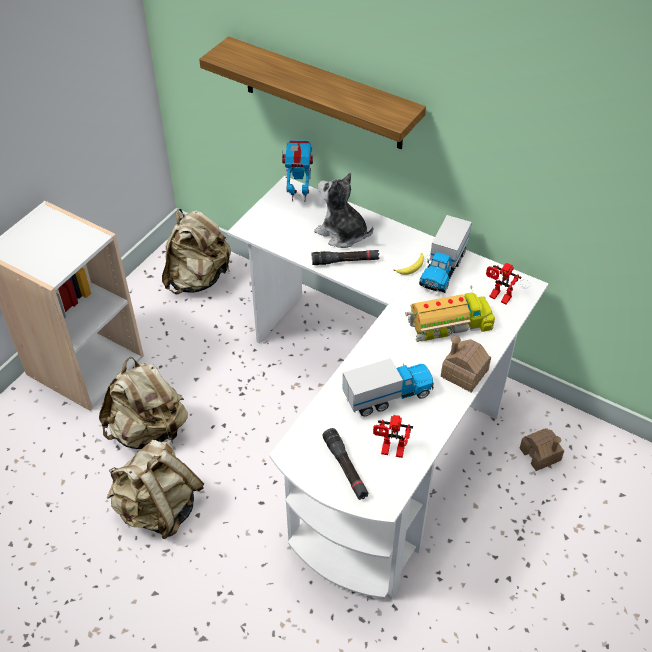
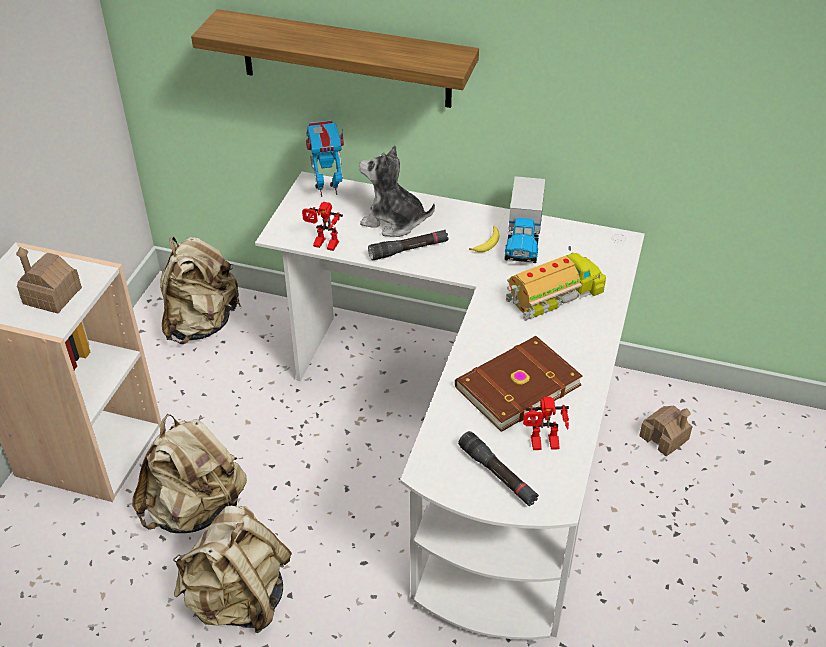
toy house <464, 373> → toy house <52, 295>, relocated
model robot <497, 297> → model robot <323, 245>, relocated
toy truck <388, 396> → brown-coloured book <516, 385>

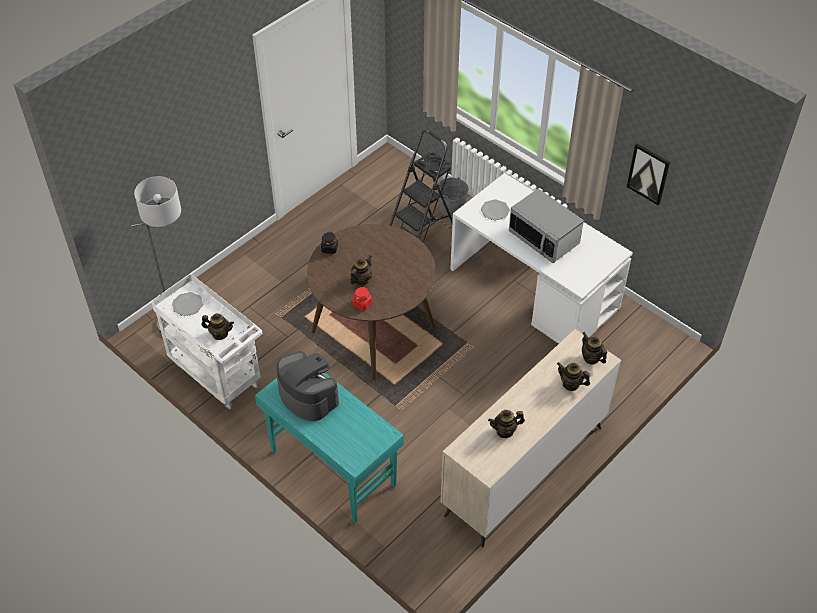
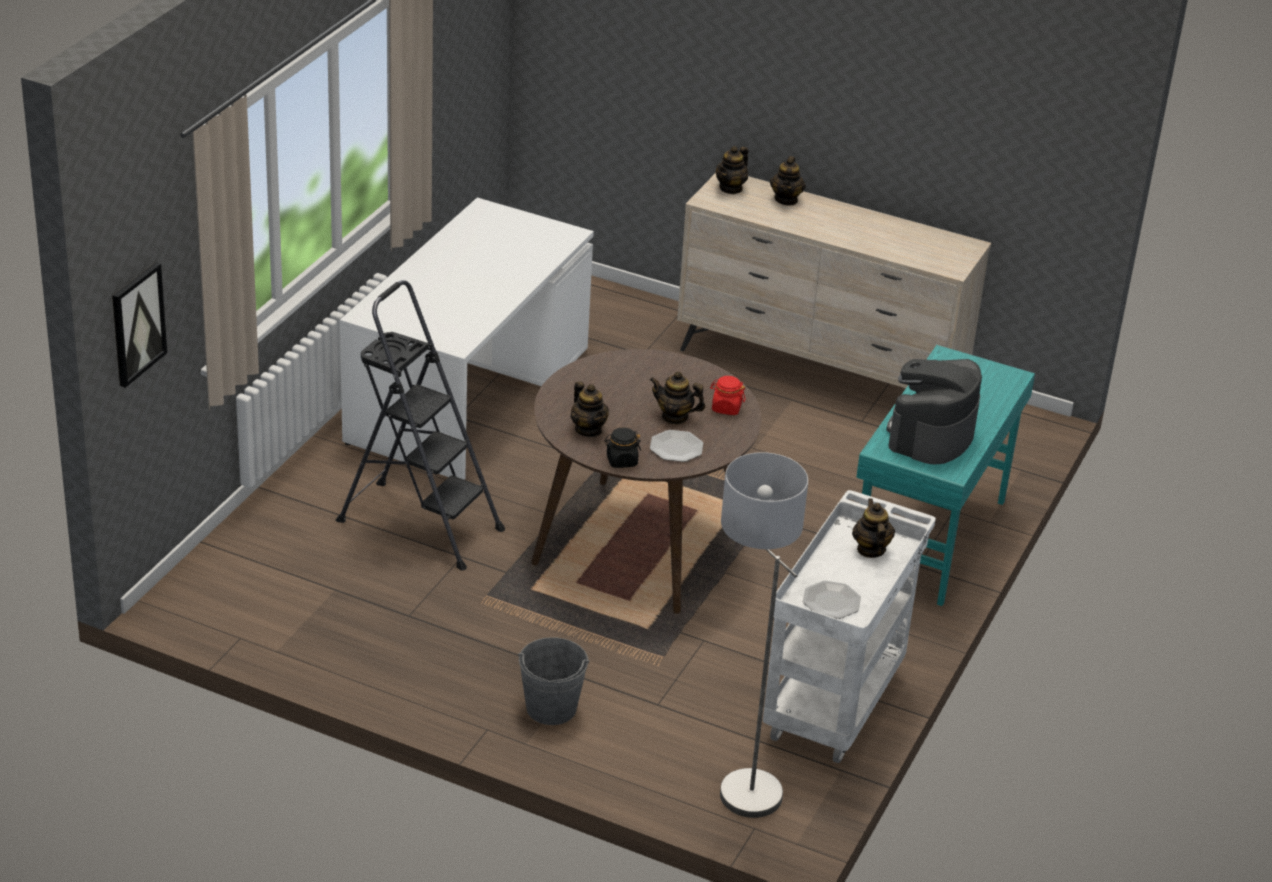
microwave oven <544, 238> → -
grey bucket <451, 210> → grey bucket <551, 708>, relocated
flat dish <495, 210> → flat dish <676, 447>, relocated
pot for tea <505, 431> → pot for tea <588, 429>, relocated
wall picture <648, 173> → wall picture <137, 324>, relocated

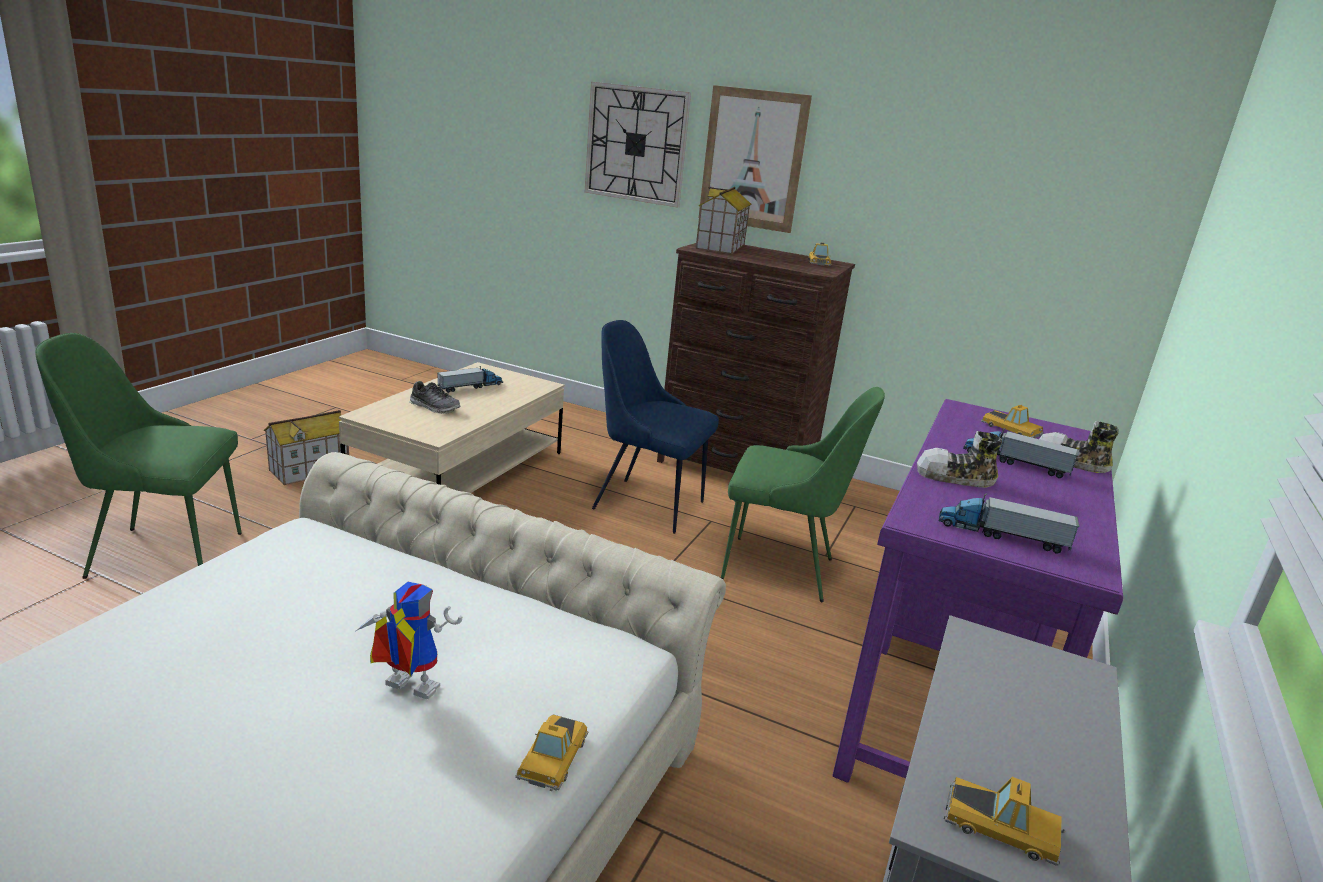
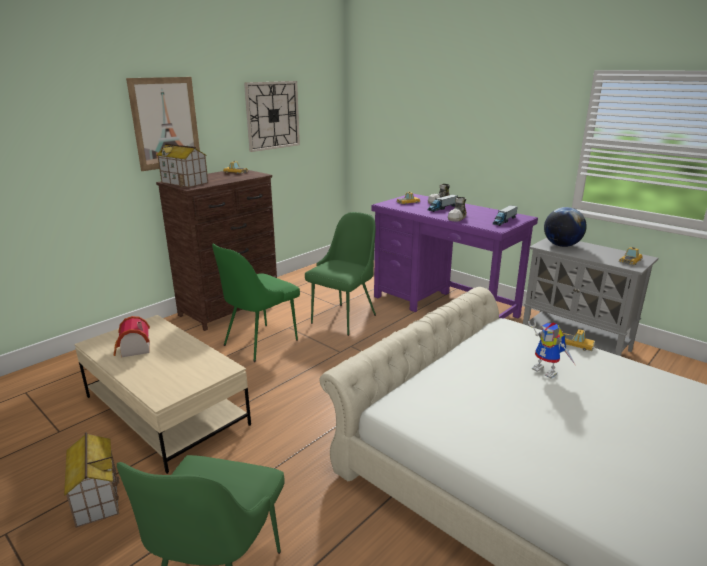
shoe <434, 407> → -
- → desk globe <561, 245>
hanging clock <636, 144> → hanging clock <272, 115>, relocated
toy truck <470, 387> → toy house <133, 349>
blue-coloured plain chair <647, 505> → greenish plain chair <260, 343>
model robot <404, 690> → model robot <548, 371>, 75 degrees counterclockwise

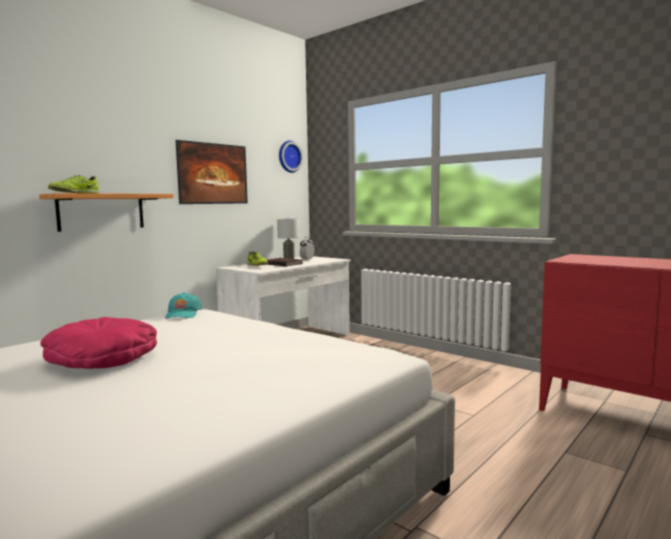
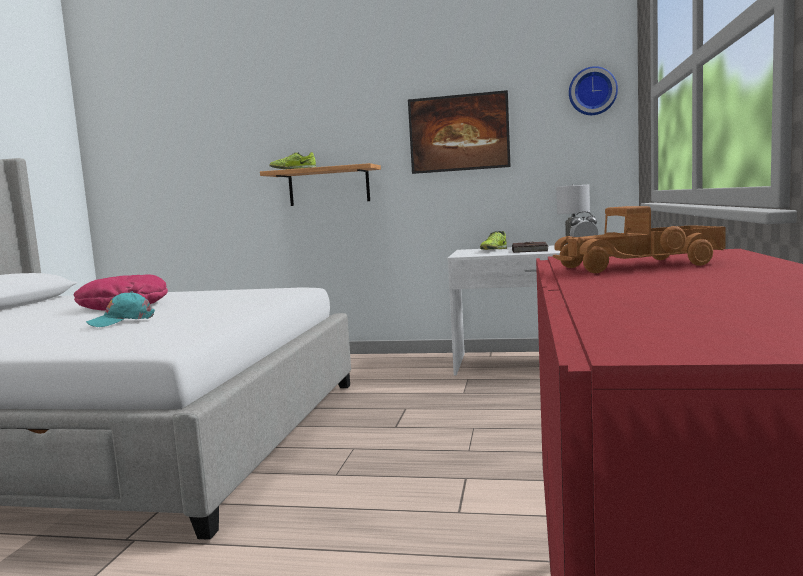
- → toy truck <639, 266>
turquoise-coloured peaked cap <183, 314> → turquoise-coloured peaked cap <122, 321>, relocated

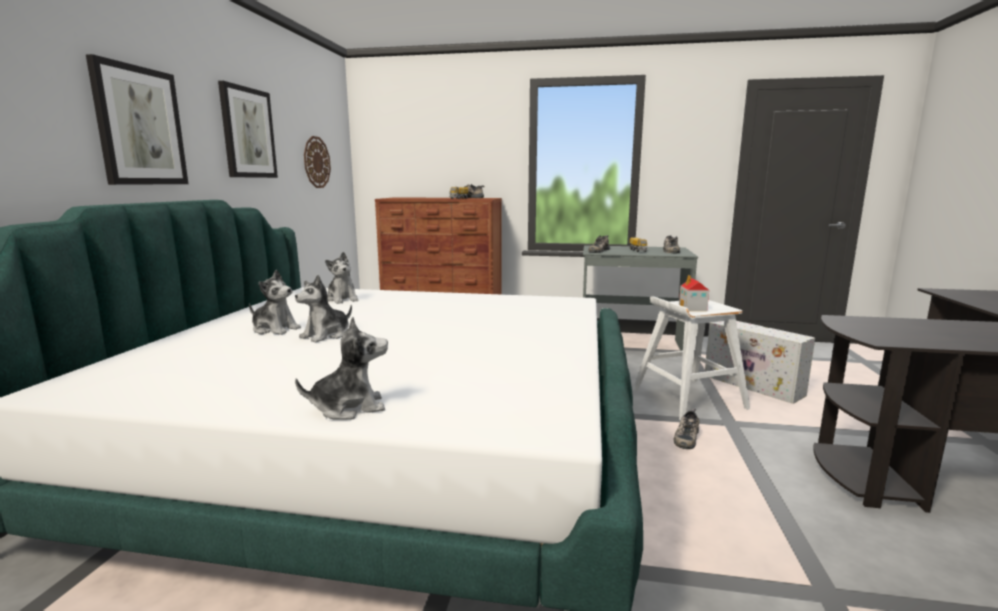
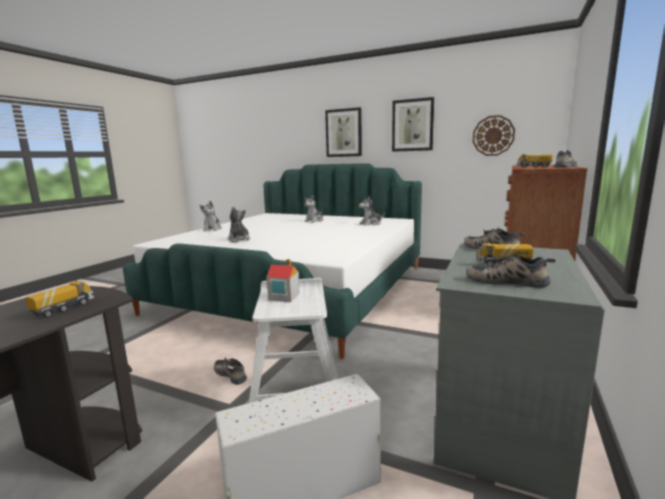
- → toy truck <64, 309>
soft toy <326, 335> → soft toy <239, 240>, relocated

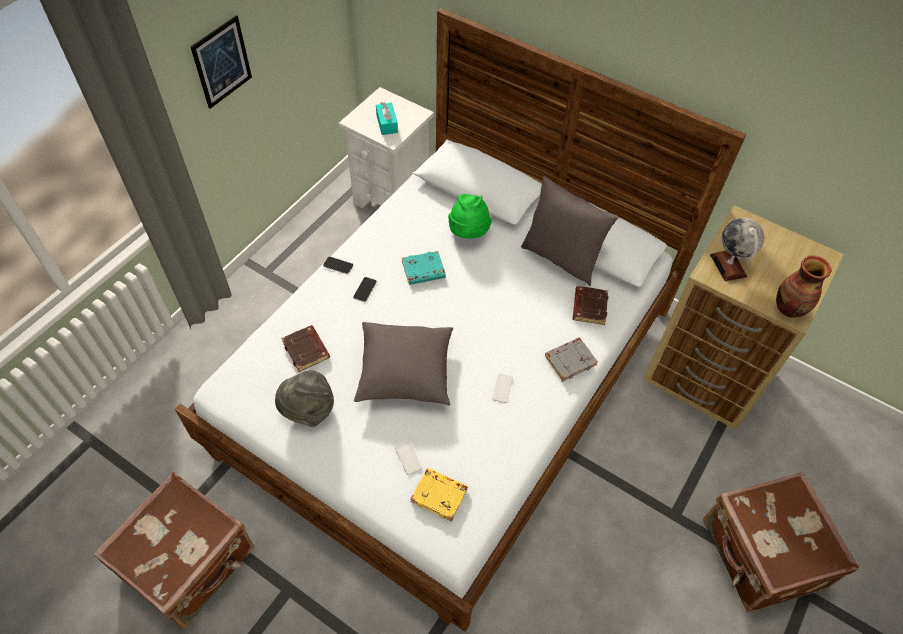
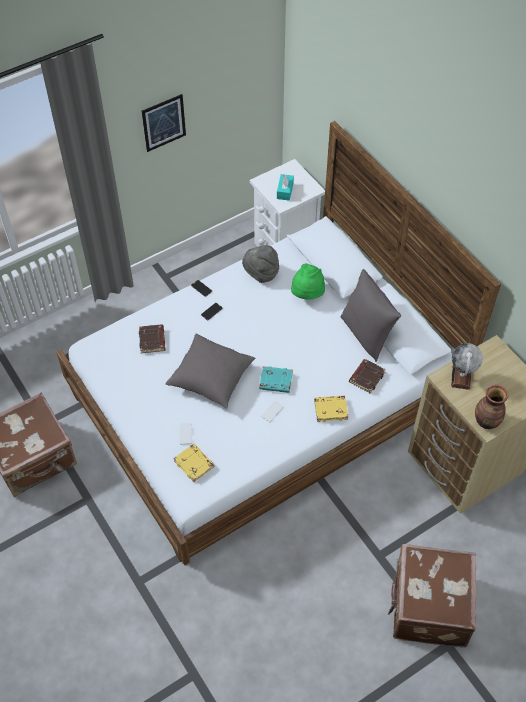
grey hat <308, 410> → grey hat <261, 273>, relocated
turquoise-coloured book <423, 271> → turquoise-coloured book <275, 381>, relocated
grey book <570, 360> → yellow-coloured book <331, 409>

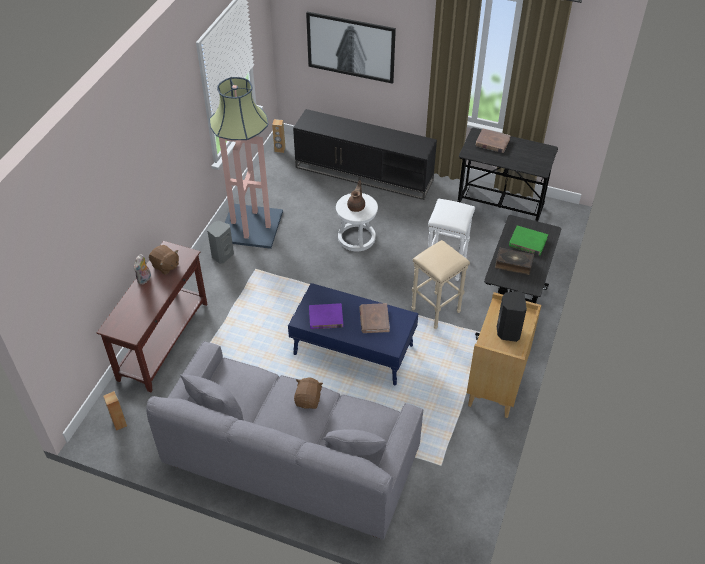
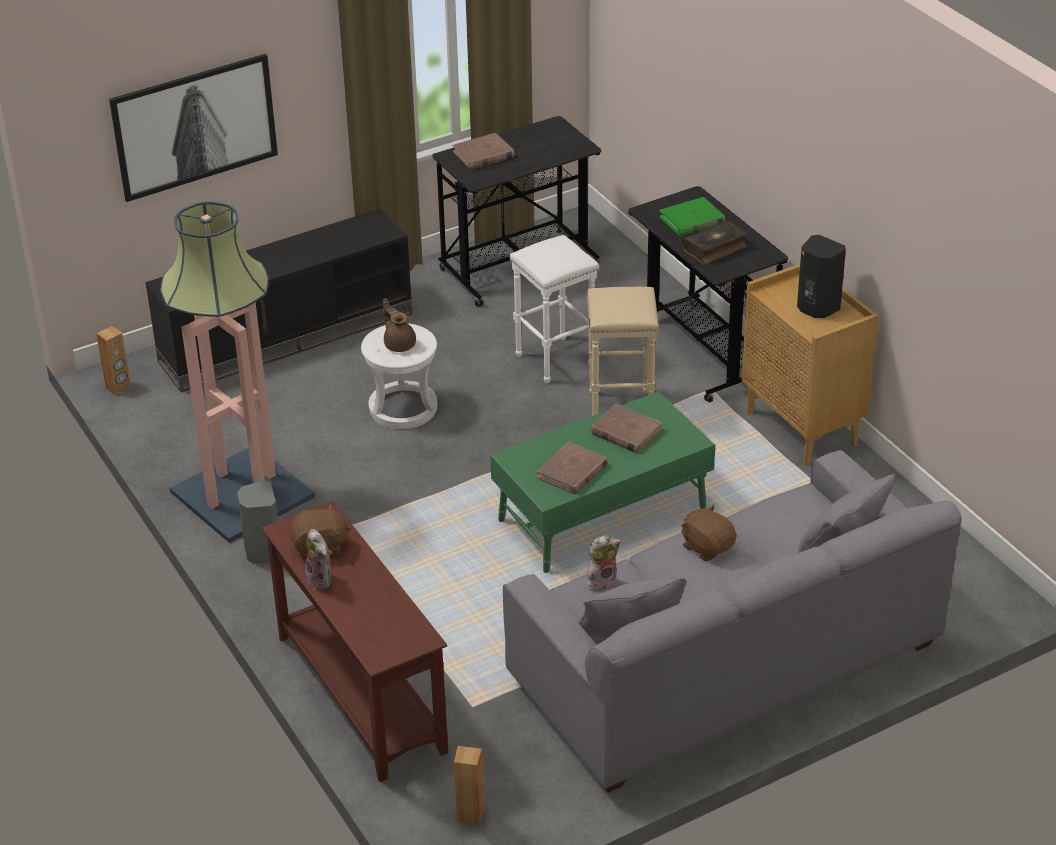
- → soft toy <601, 582>
blue-coloured lounge table <352, 349> → greenish lounge table <601, 515>
purple book <326, 318> → brown-coloured book <572, 471>

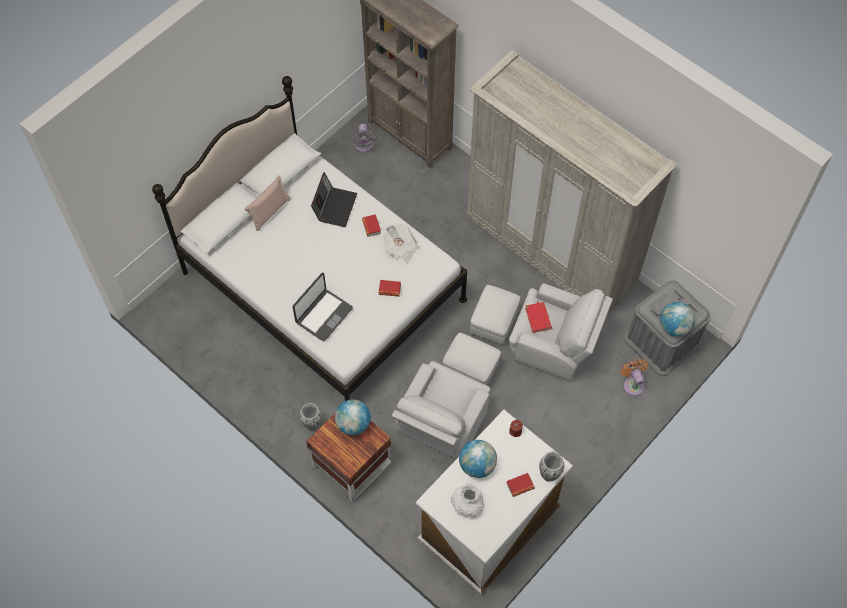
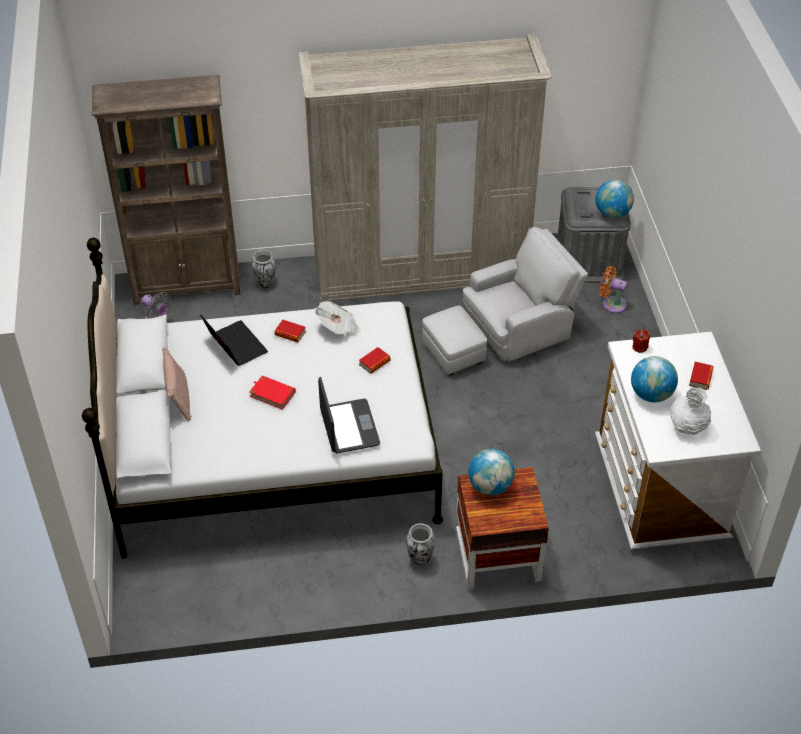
white lounge chair <448, 410> → -
red book <538, 318> → red book <272, 394>, relocated
vase <549, 474> → vase <265, 283>, relocated

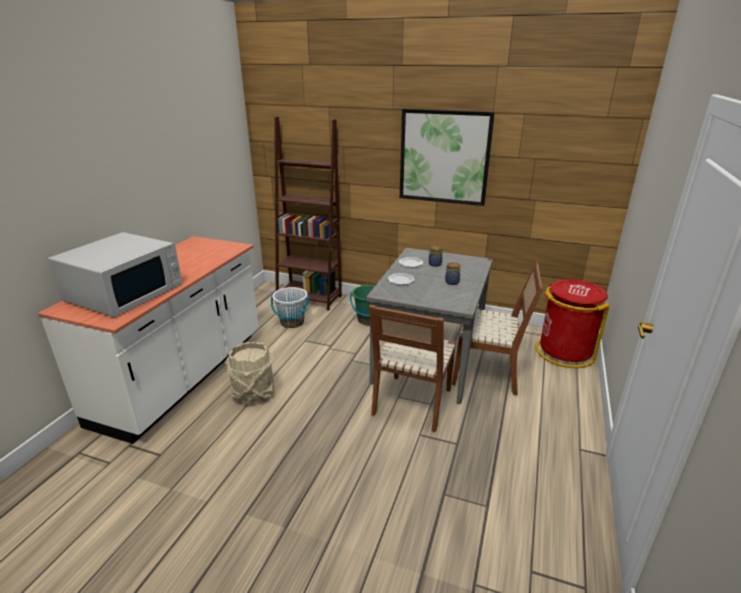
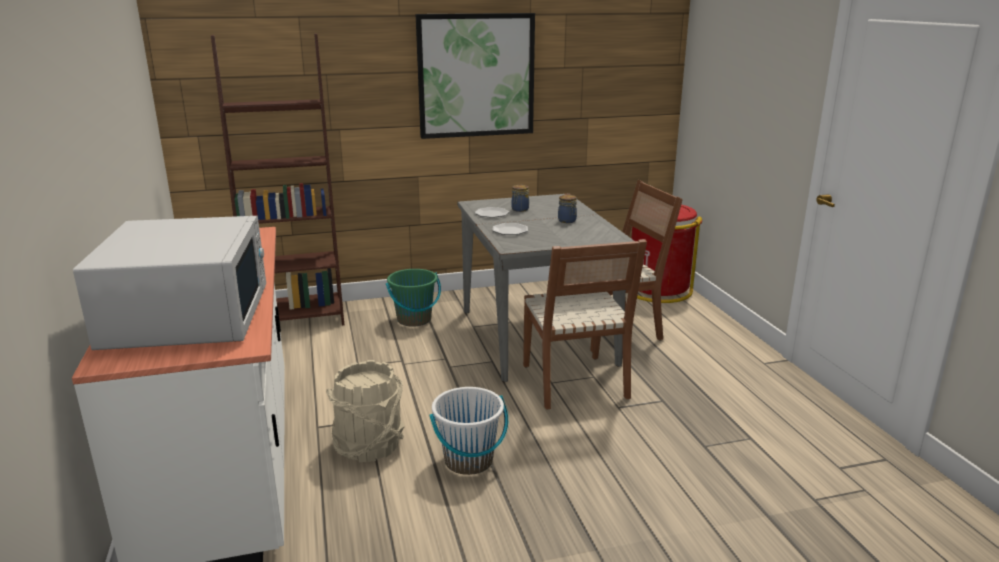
white bucket <292, 322> → white bucket <469, 461>, relocated

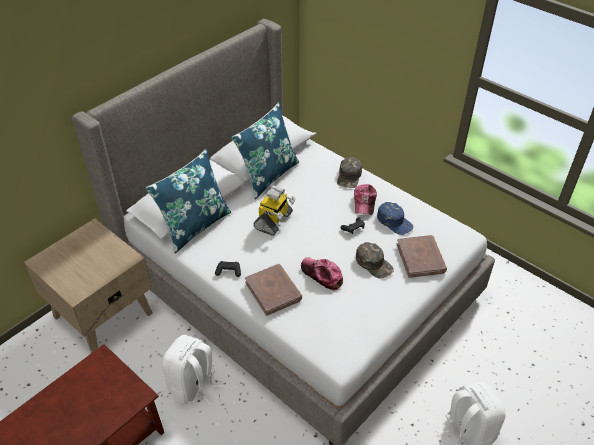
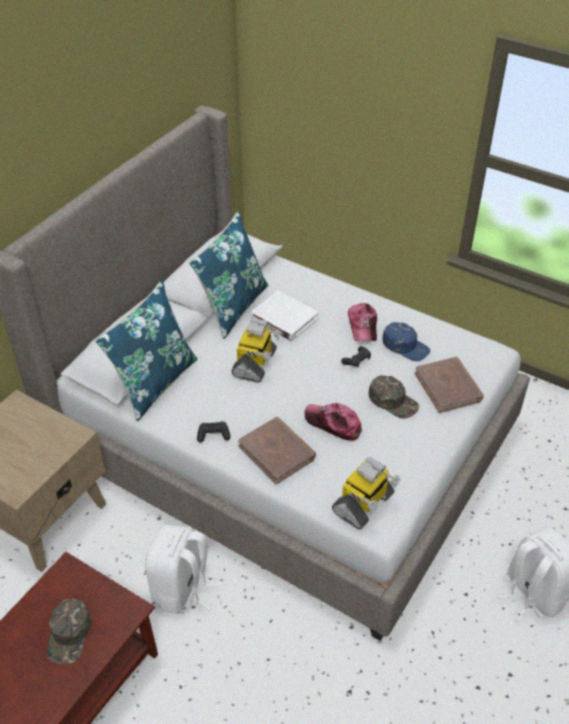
- → white book <284, 318>
- → model robot <364, 504>
greenish peaked cap <349, 176> → greenish peaked cap <69, 635>, relocated

